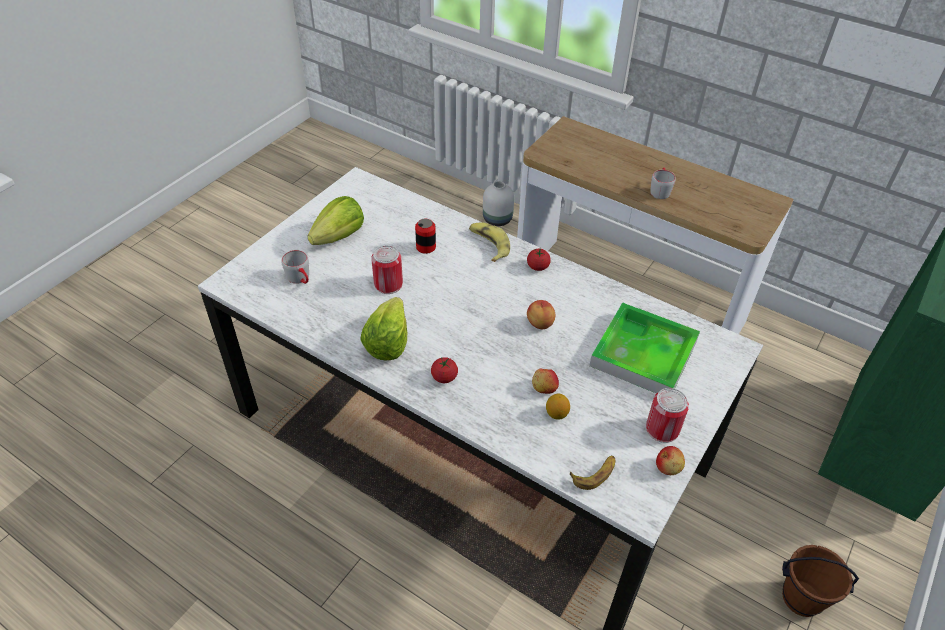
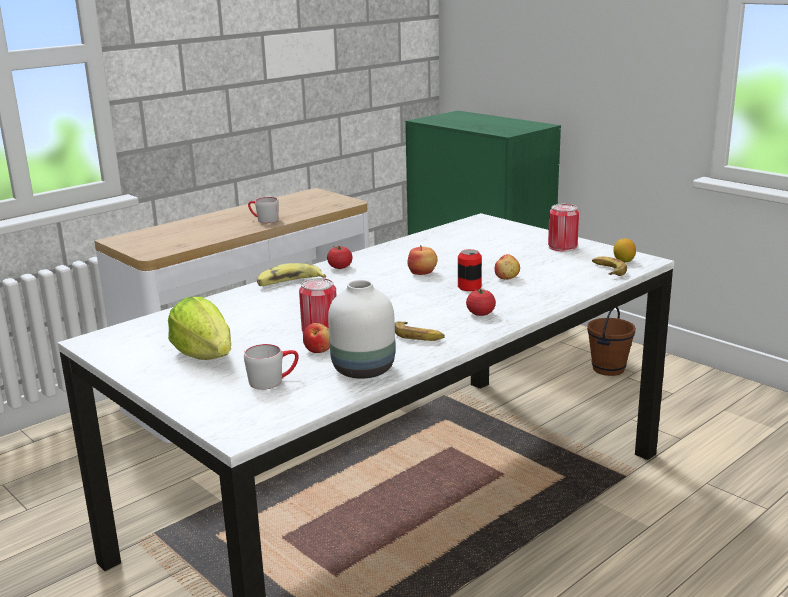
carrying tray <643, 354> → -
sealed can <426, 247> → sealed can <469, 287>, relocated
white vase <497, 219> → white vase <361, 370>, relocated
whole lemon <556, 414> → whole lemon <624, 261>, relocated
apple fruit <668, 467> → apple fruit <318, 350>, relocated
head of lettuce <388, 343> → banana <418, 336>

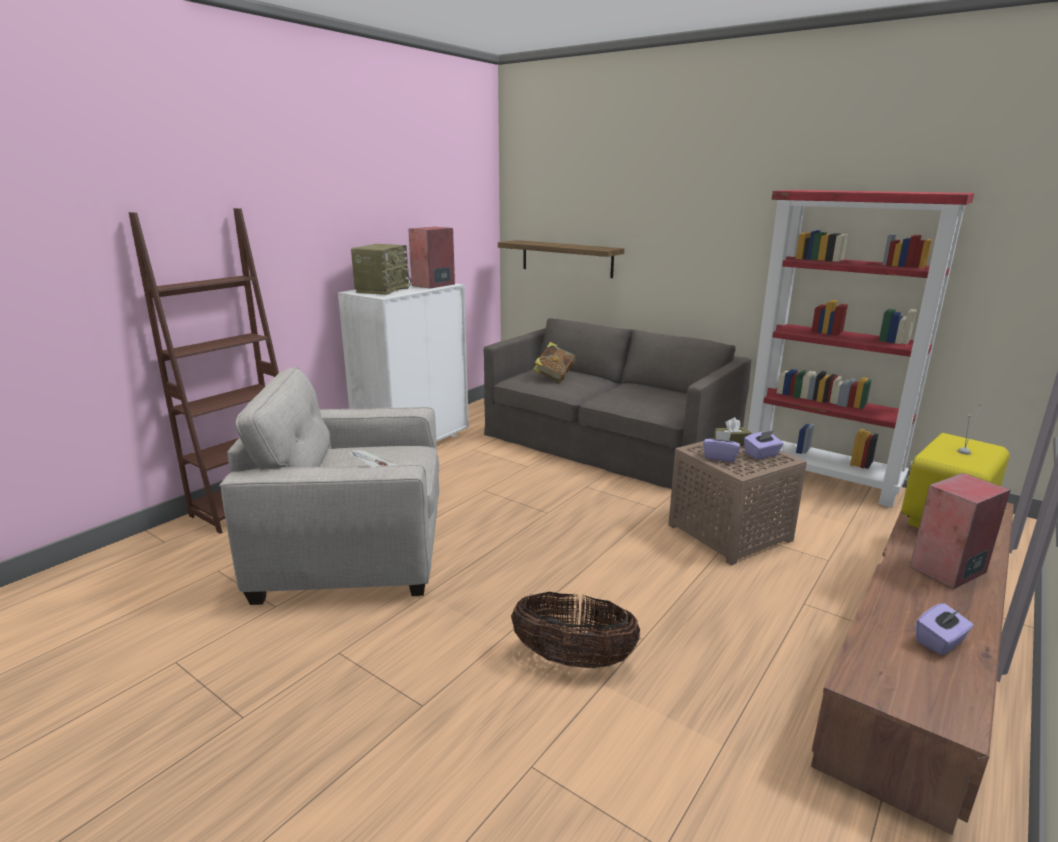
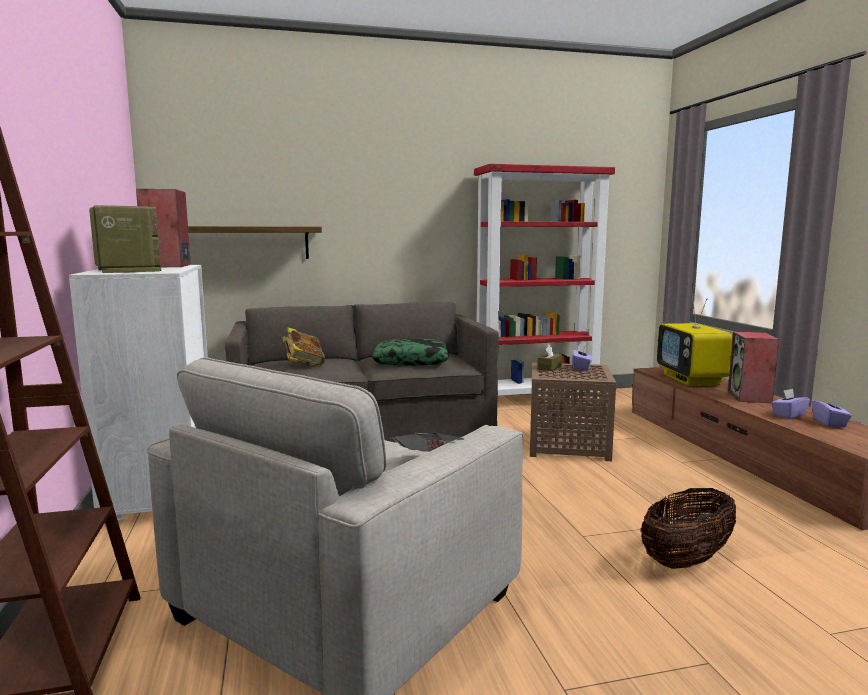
- → pillow <411, 361>
purple box of tissues <720, 457> → purple box of tissues <788, 415>, relocated

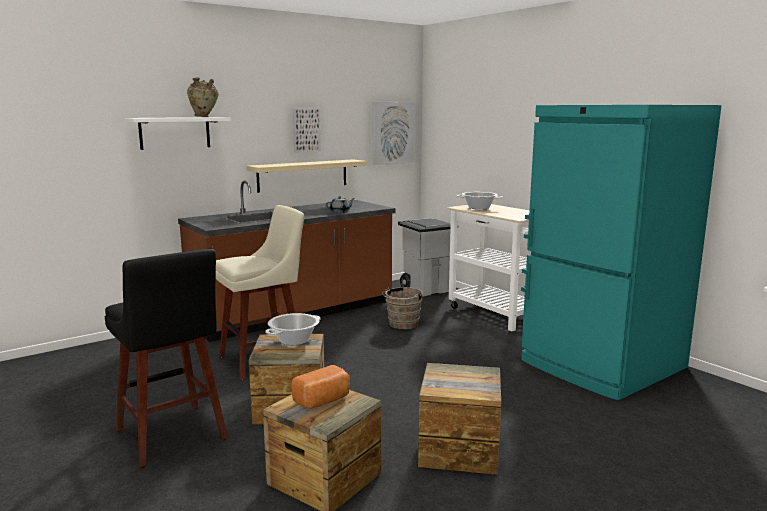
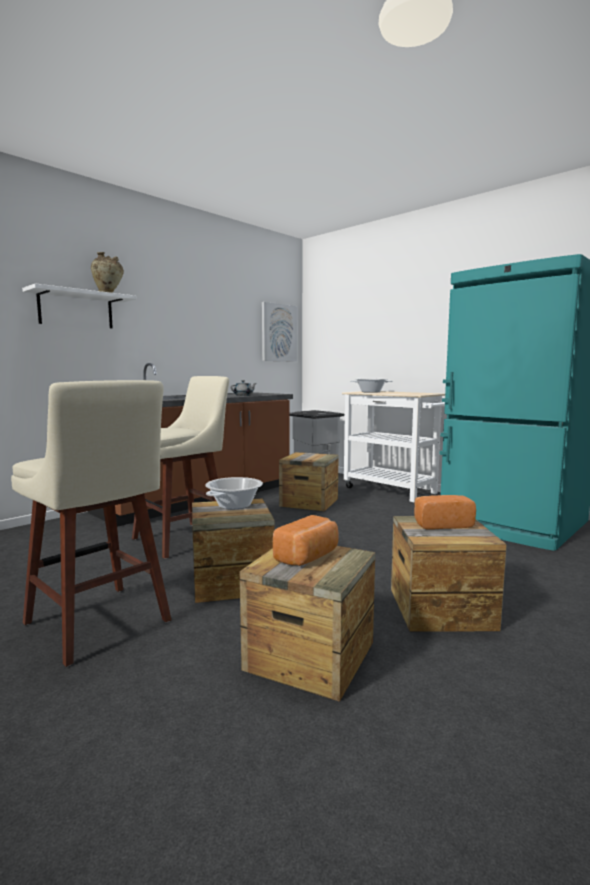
sand-coloured wall shelf <303, 175> → -
wall picture <305, 130> → -
- → bread <441, 524>
brown-coloured bucket <402, 325> → shipping crate <309, 502>
black-coloured sitting stool <171, 436> → sand-coloured sitting stool <98, 624>

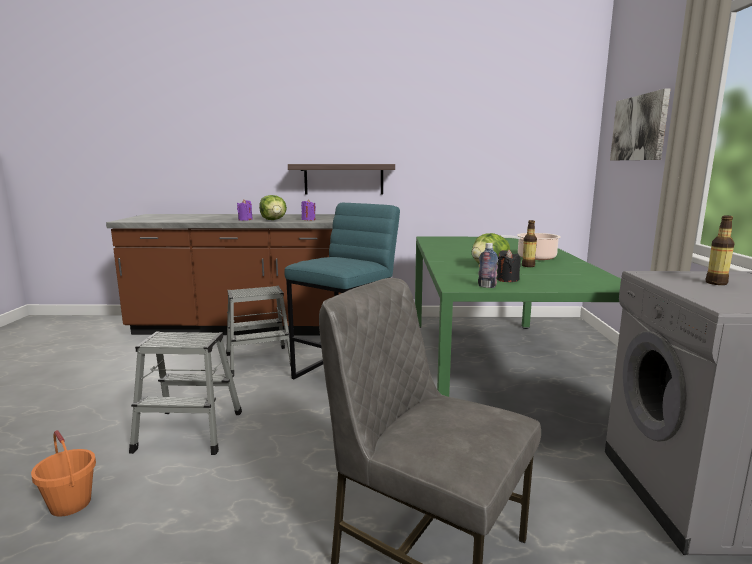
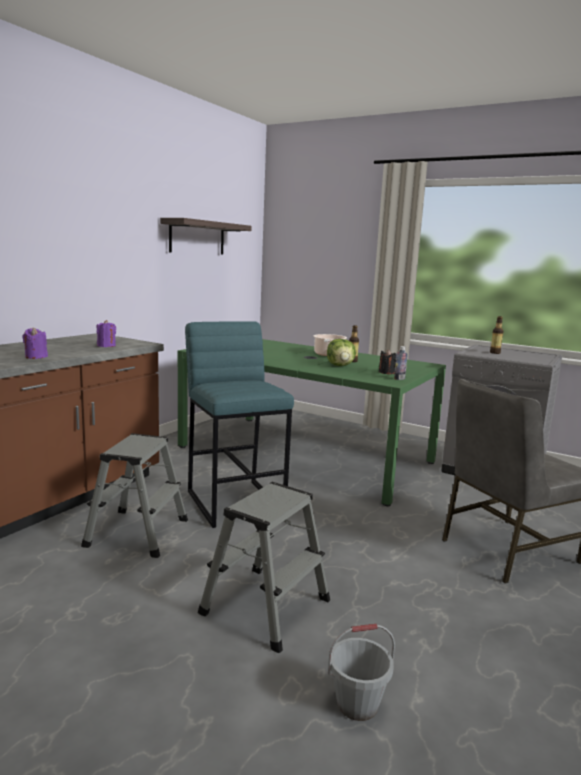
head of lettuce <274, 220> → -
wall picture <639, 128> → -
wall shelf <343, 179> → wall shelf <197, 237>, relocated
orange bucket <70, 504> → grey bucket <357, 704>

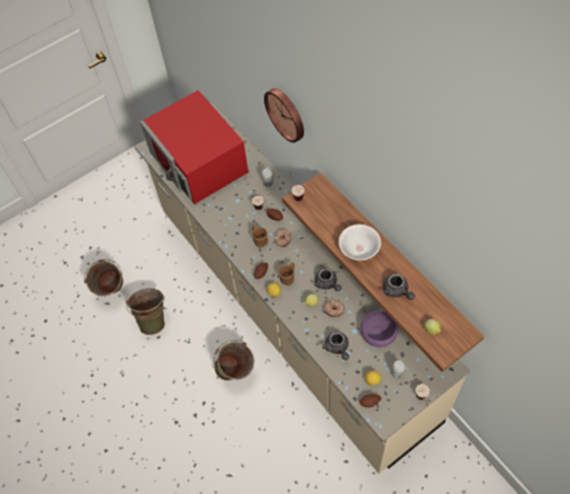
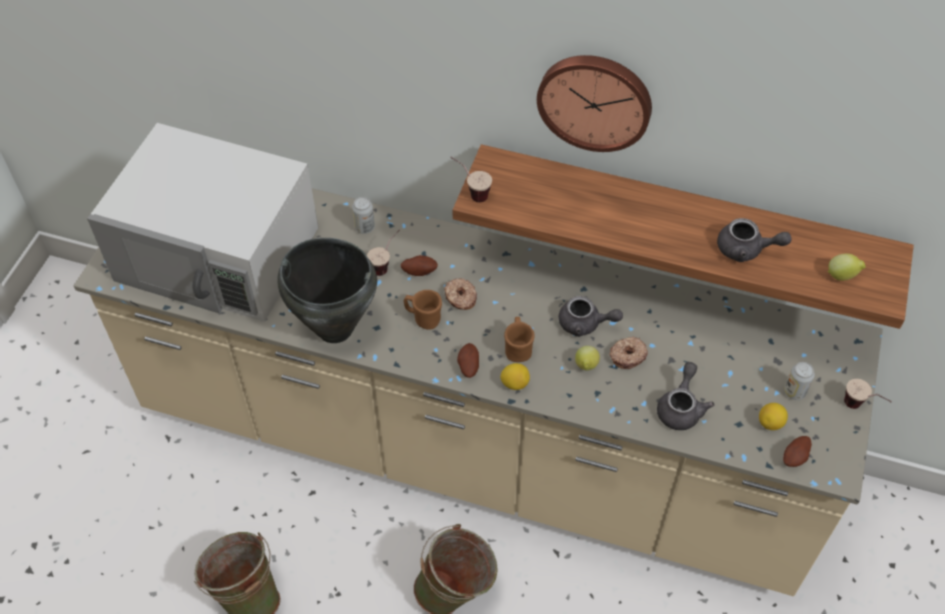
greenish bucket <112, 292> → -
white bowl <359, 250> → -
purple bowl <378, 333> → -
- → black-coloured saucepot <334, 328>
hanging clock <286, 114> → hanging clock <595, 100>, relocated
red microwave oven <199, 162> → white microwave oven <219, 253>
grey pot for tea <337, 348> → grey pot for tea <681, 407>, 105 degrees counterclockwise

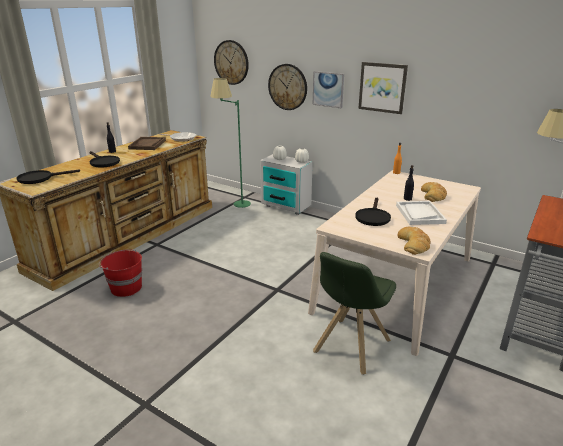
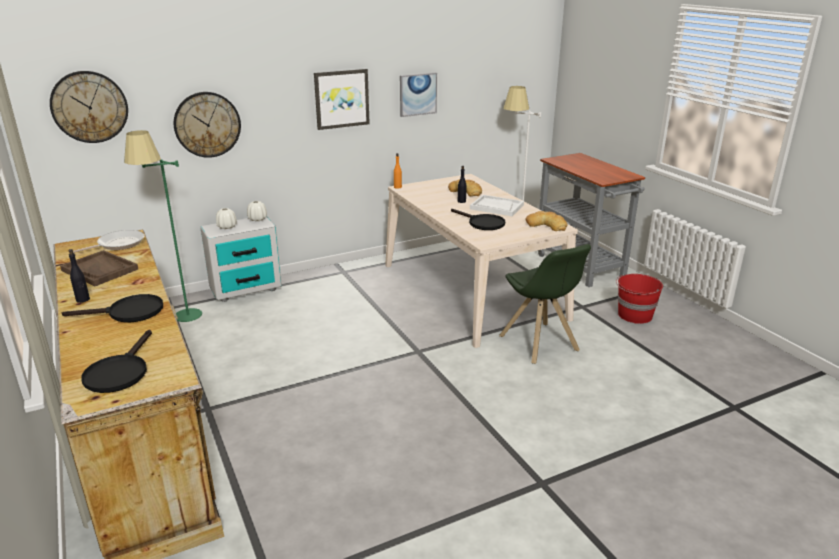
red bucket <125, 288> → red bucket <634, 315>, relocated
wall picture <328, 89> → wall picture <418, 94>, relocated

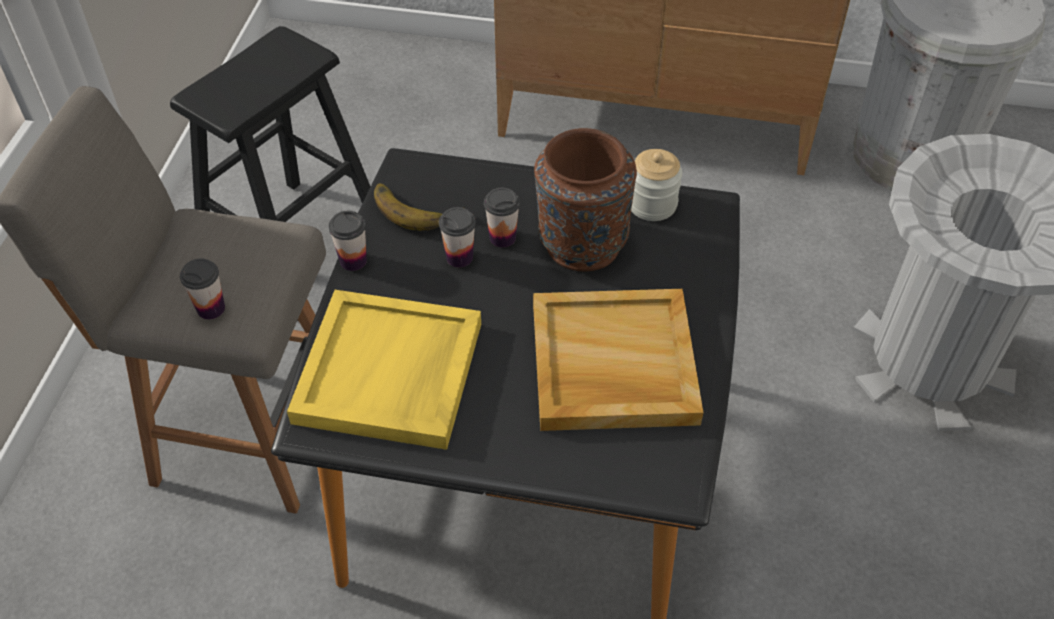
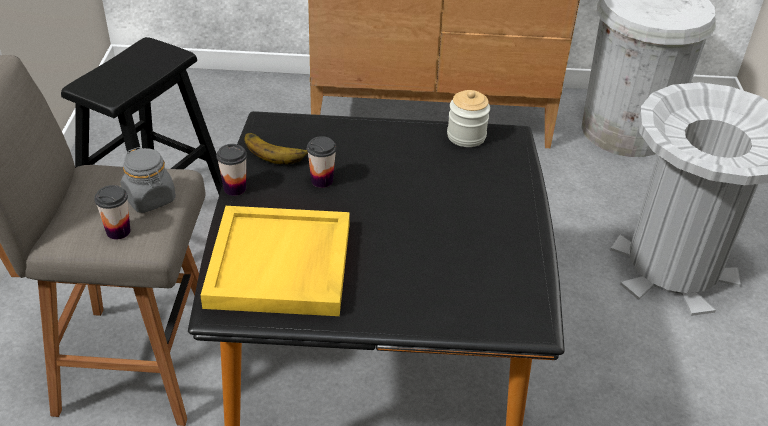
drinking cup <502, 237> → -
sand-coloured carrying tray <612, 364> → -
brown-coloured vase <581, 243> → -
- → grey preserve jar <150, 199>

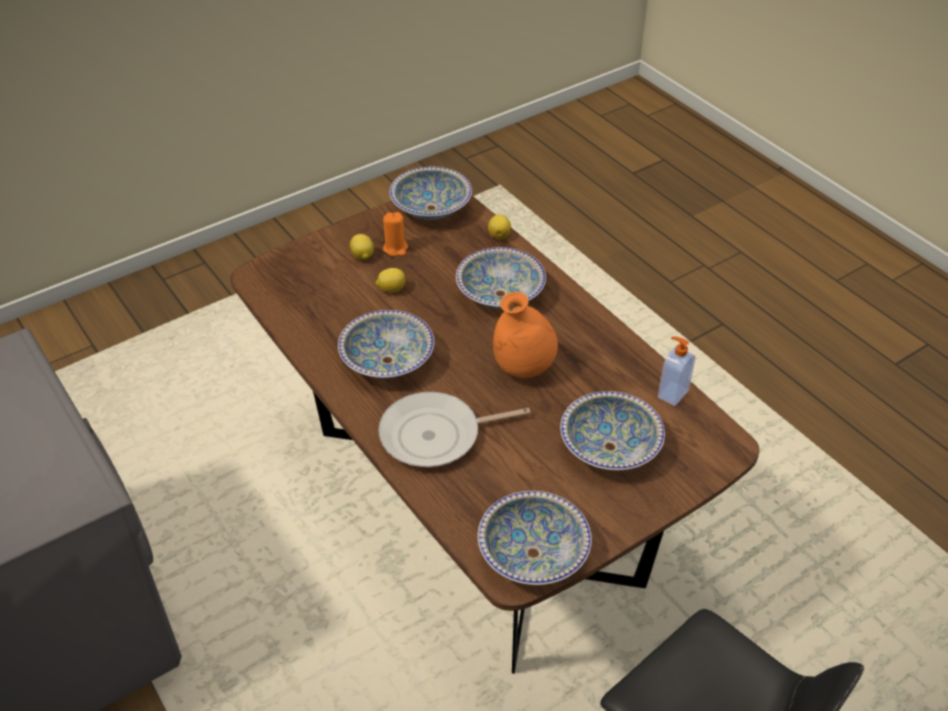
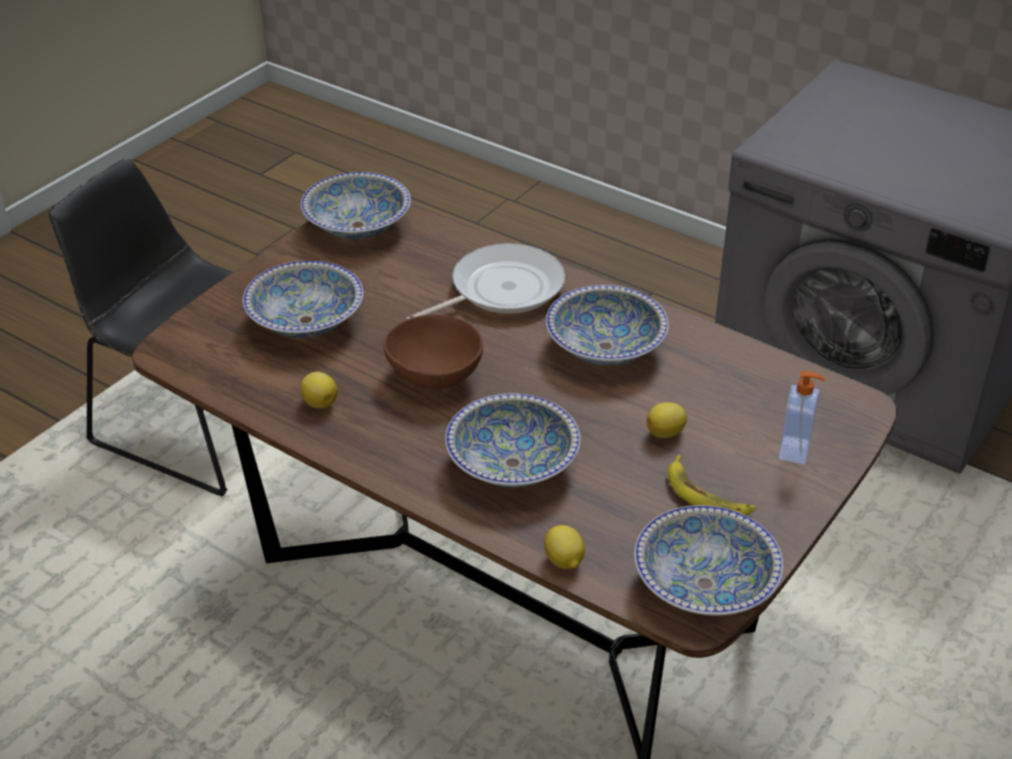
whole lemon <362, 256> → whole lemon <320, 402>, relocated
soap dispenser <672, 393> → soap dispenser <795, 450>, relocated
orange candle <395, 248> → banana <706, 495>
orange vase <523, 369> → brown-coloured bowl <436, 376>

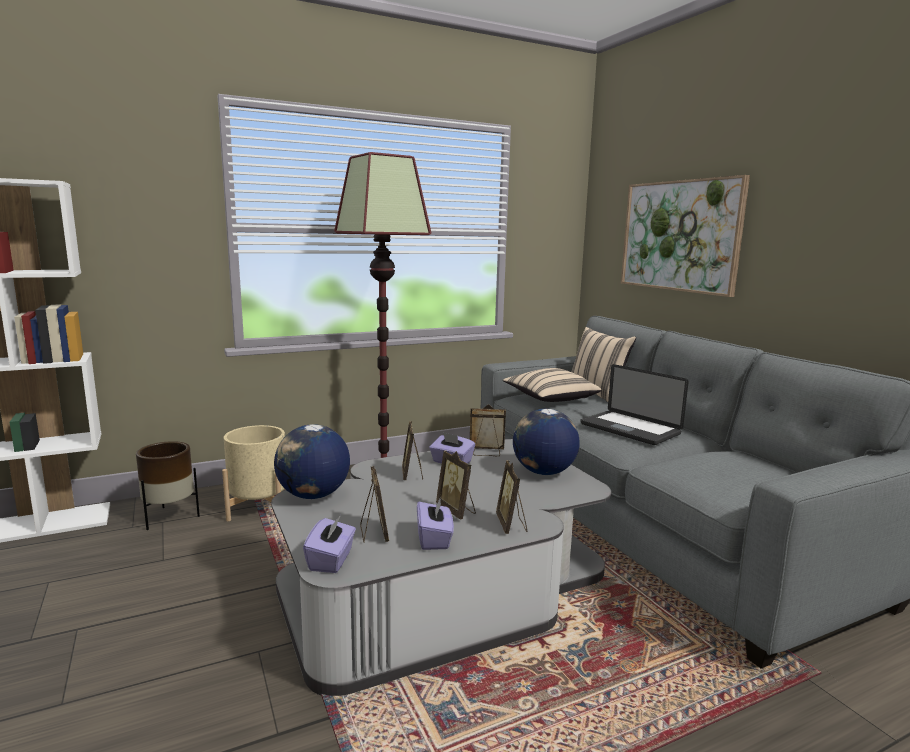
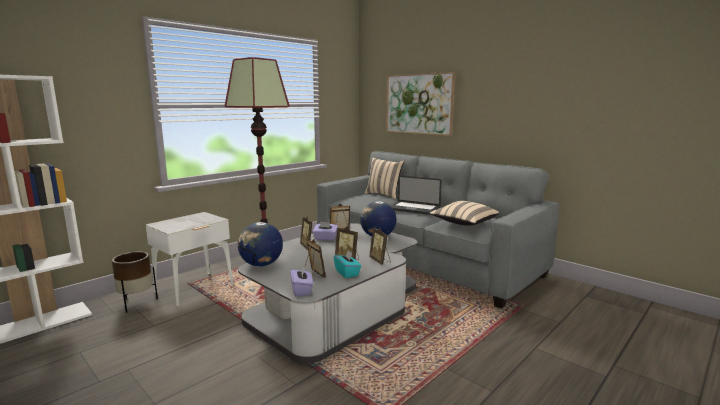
sand-coloured pillow <550, 399> → sand-coloured pillow <463, 223>, relocated
sand-coloured planter <259, 508> → end table <196, 288>
purple box of tissues <434, 539> → turquoise-coloured box of tissues <347, 273>

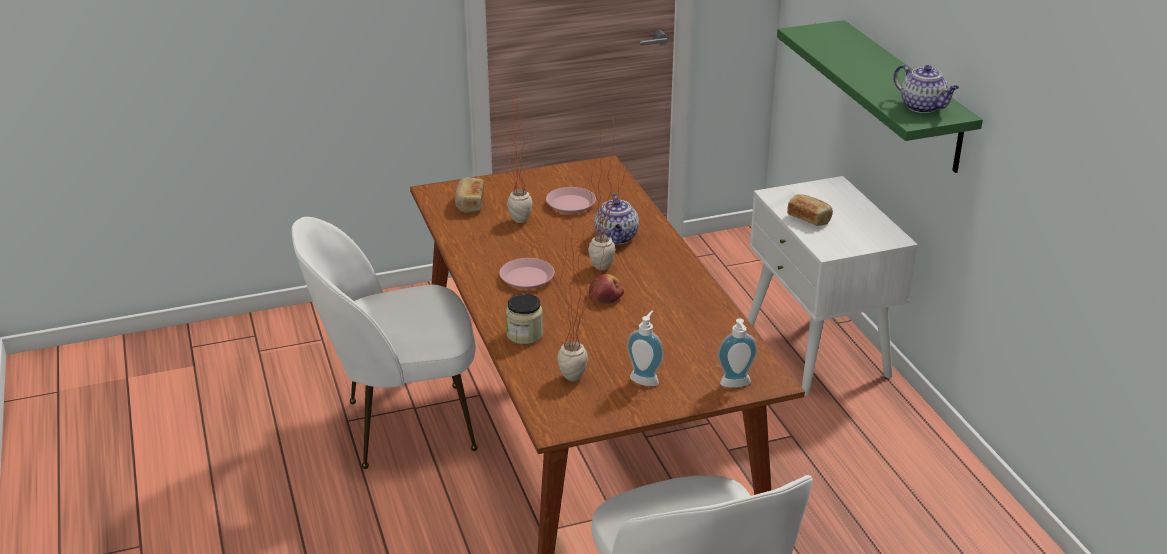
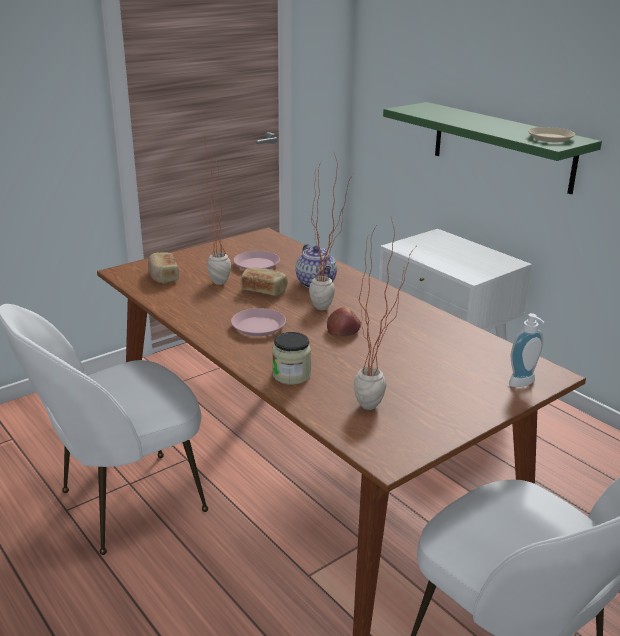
soap dispenser <645, 378> → -
bread <809, 218> → bread <264, 290>, relocated
pot for tea <923, 107> → sand-coloured flat dish <550, 138>

